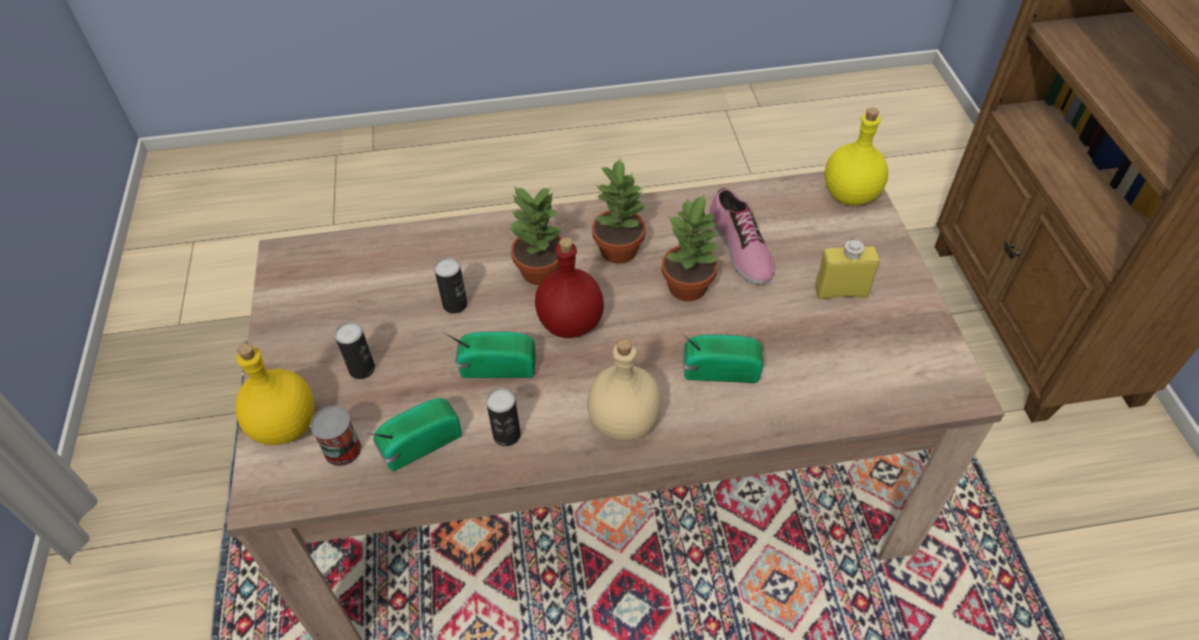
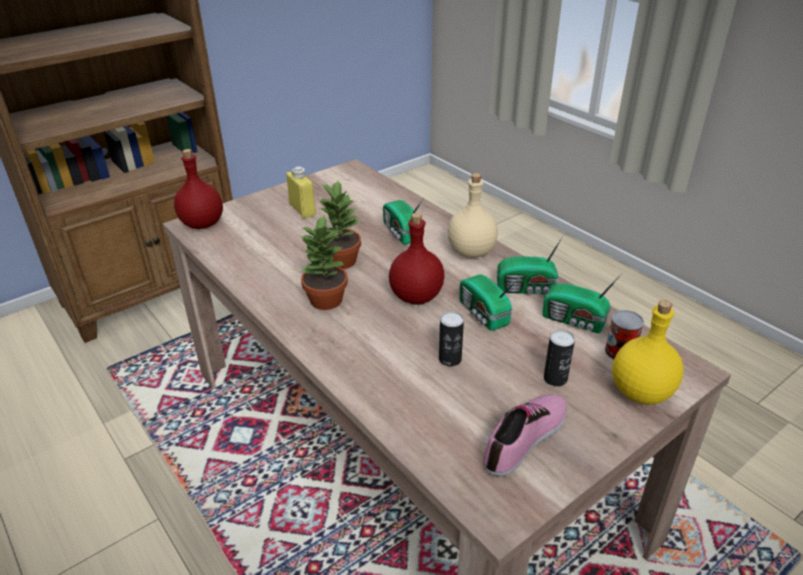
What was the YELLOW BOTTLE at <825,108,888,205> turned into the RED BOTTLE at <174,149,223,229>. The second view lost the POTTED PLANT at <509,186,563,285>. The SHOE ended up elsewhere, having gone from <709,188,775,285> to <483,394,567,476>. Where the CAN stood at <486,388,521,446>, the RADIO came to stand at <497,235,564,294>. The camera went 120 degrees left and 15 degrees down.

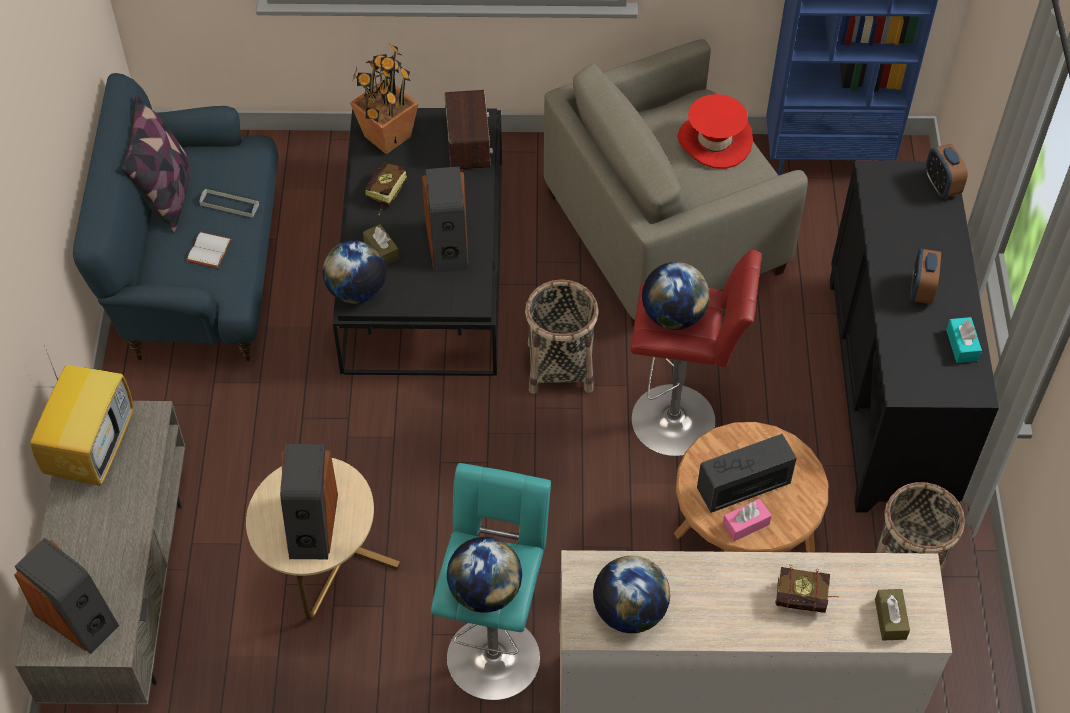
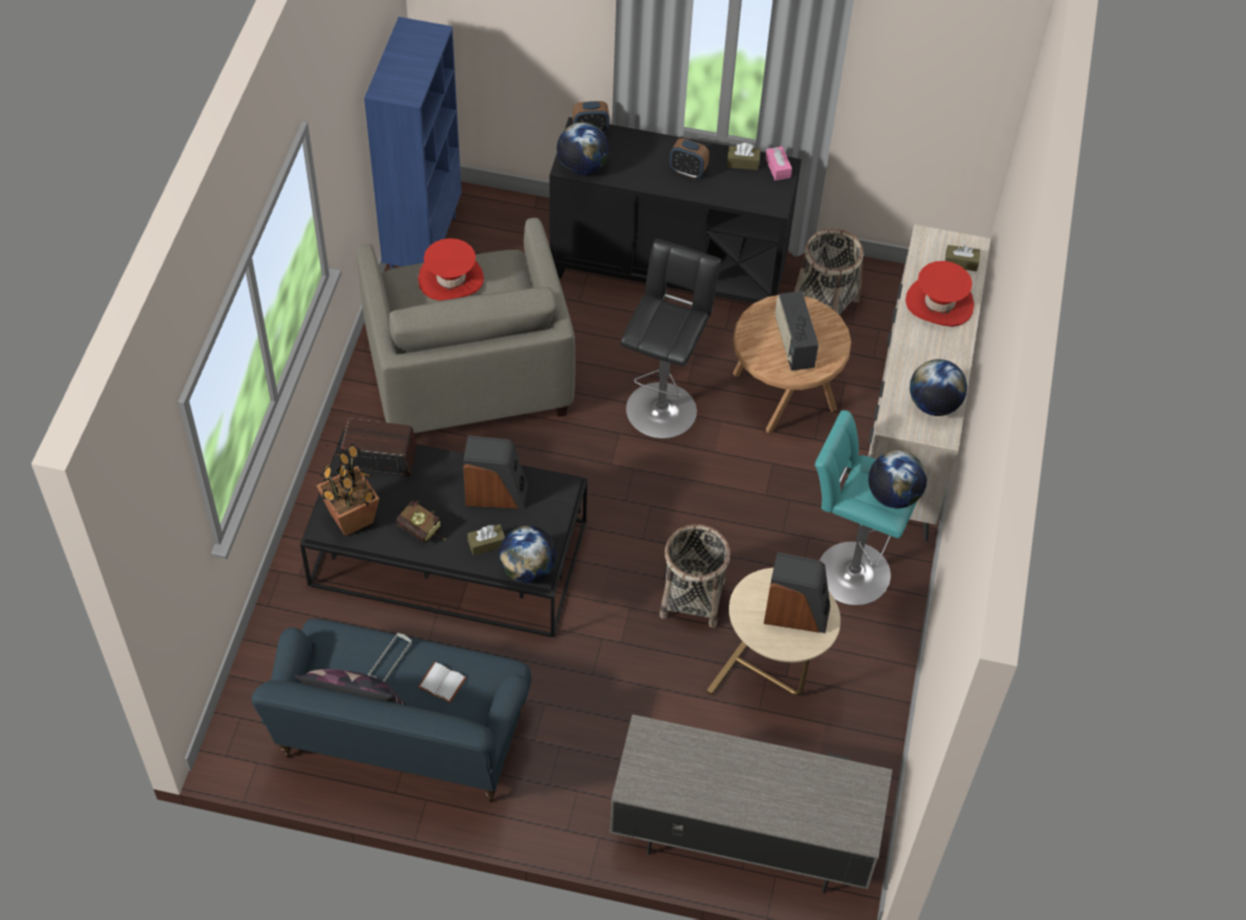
What was the RED STOOL at <630,250,762,456> turned into the BLACK STOOL at <620,239,721,439>. The GLOBE ended up elsewhere, having gone from <642,262,710,330> to <557,122,609,175>. The BASKET ended up elsewhere, having gone from <525,279,599,394> to <659,524,730,628>. What was the TURQUOISE TISSUE BOX at <946,317,982,363> turned into the BROWN TISSUE BOX at <727,143,760,170>. The second view lost the TELEVISION at <30,345,134,486>. The PINK TISSUE BOX ended up elsewhere, having gone from <722,499,772,541> to <765,146,792,181>. The second view lost the SPEAKER at <14,538,119,654>. Where the BOOK stood at <775,565,839,613>, the RED HAT came to stand at <905,261,974,327>. The camera went 80 degrees left and 0 degrees up.

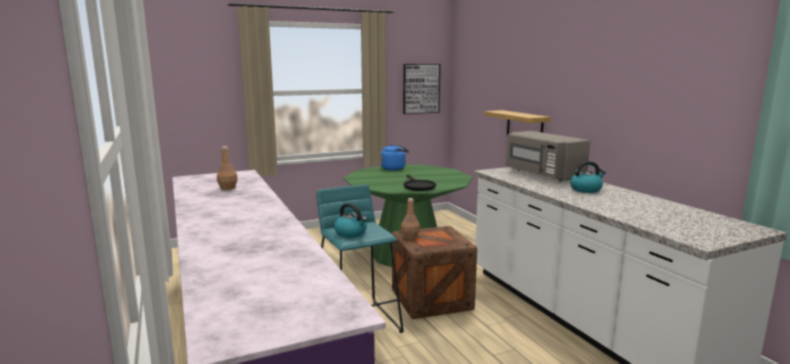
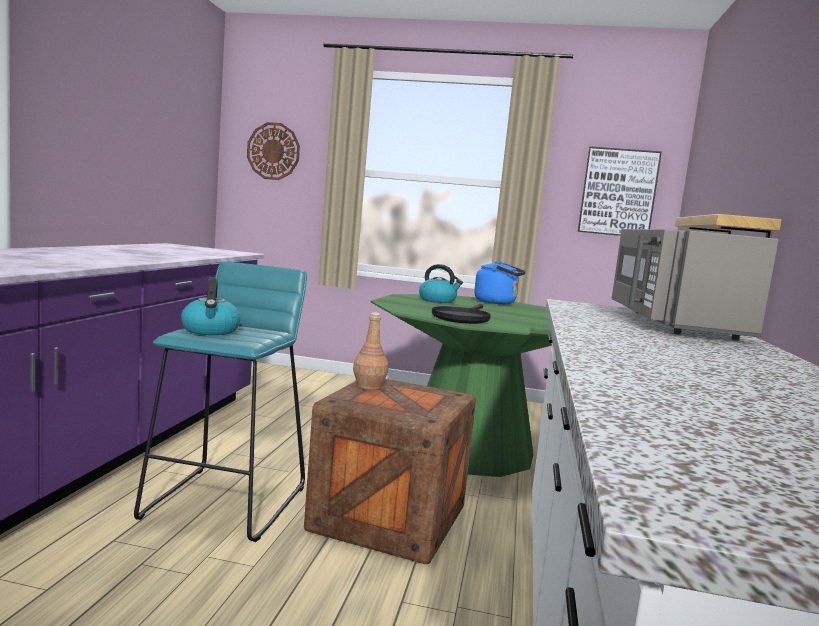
The second view lost the BROWN BOTTLE at <217,146,238,190>. The KETTLE ended up elsewhere, having gone from <570,161,606,193> to <419,264,463,303>. The second view gained the WALL CLOCK at <247,122,300,180>. The camera went 35 degrees right and 5 degrees down.

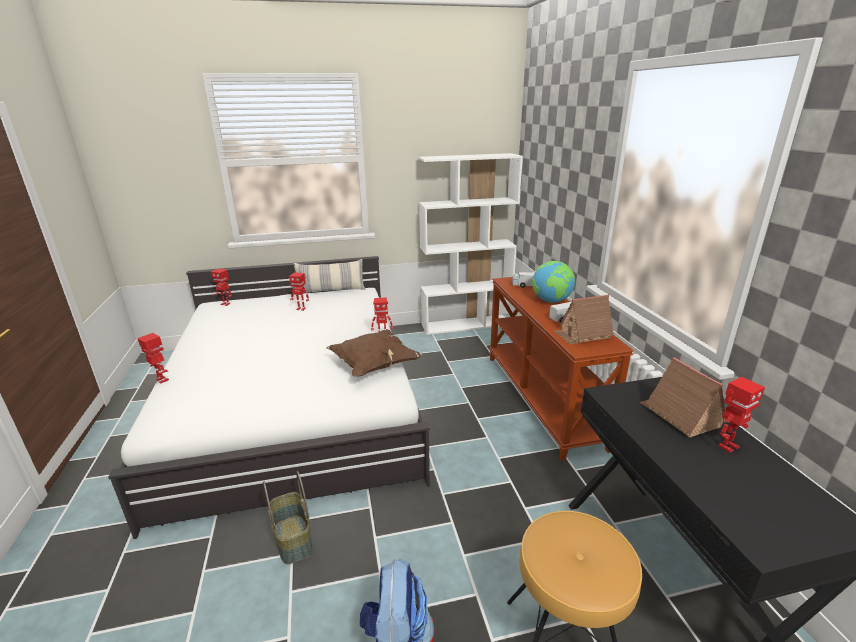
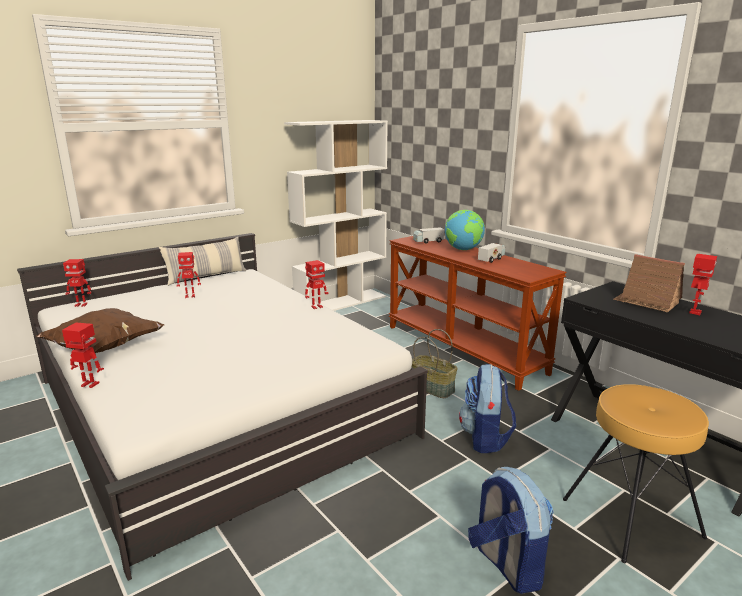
The second view lost the TOY HOUSE at <554,295,614,344>. The BROWN PILLOW ended up elsewhere, having gone from <327,329,423,376> to <36,308,164,353>. The BASKET ended up elsewhere, having gone from <263,471,313,564> to <412,329,457,398>. The second view gained the BACKPACK at <459,364,516,453>. The camera went 25 degrees left and 5 degrees down.

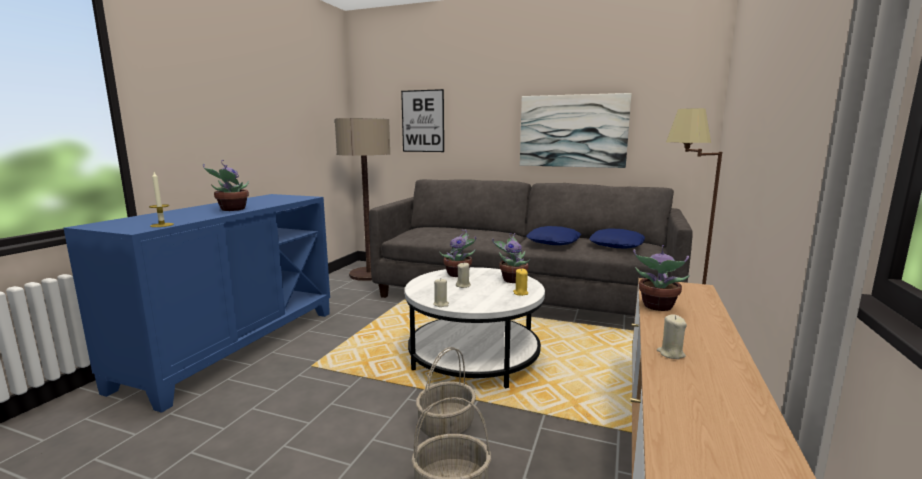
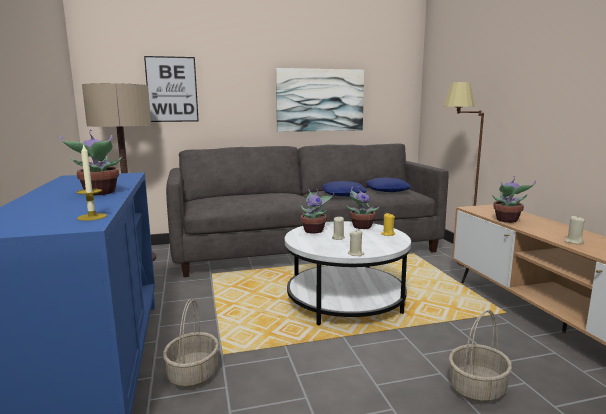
The BASKET ended up elsewhere, having gone from <416,347,476,438> to <163,299,219,388>. The camera went 35 degrees left and 0 degrees up.

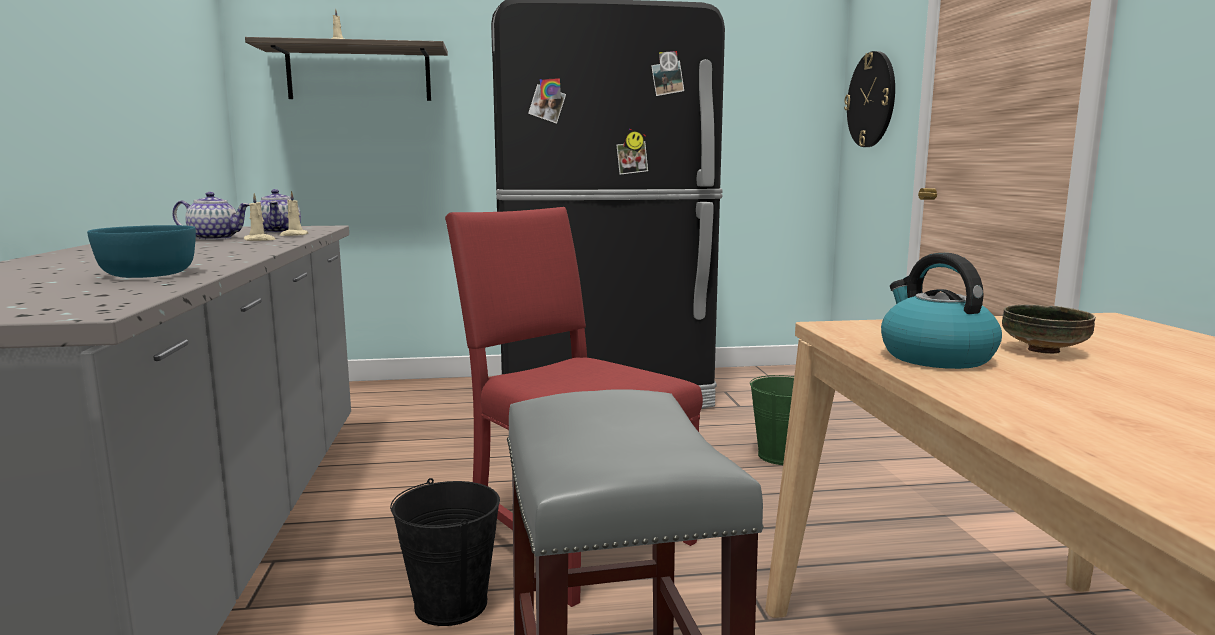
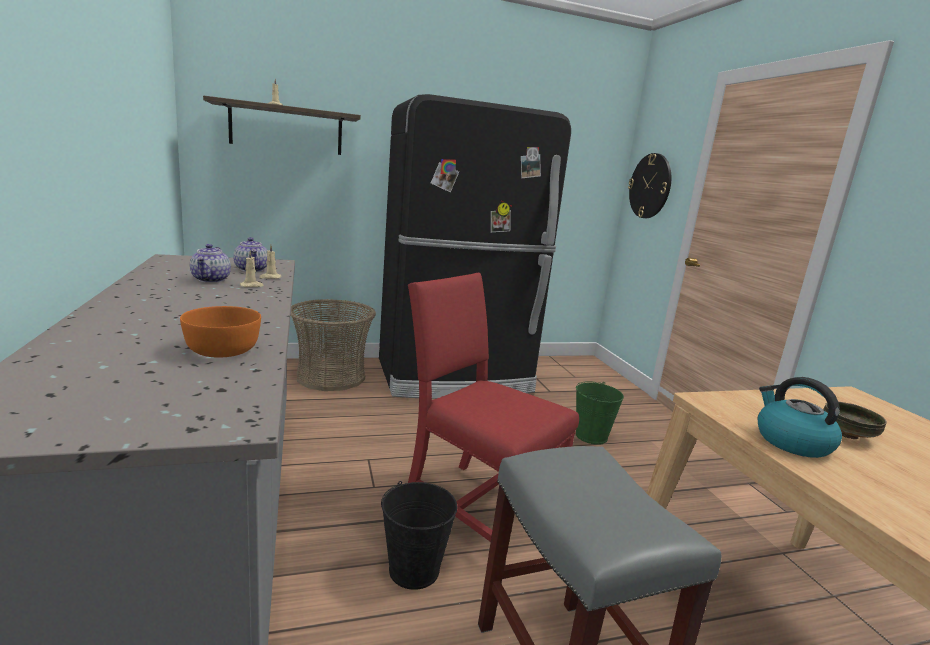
The TEAPOT at <172,192,250,240> ended up facing another way, 90 degrees clockwise from before. What was the TURQUOISE BOWL at <87,225,196,278> turned into the ORANGE BOWL at <180,306,261,358>. The second view gained the BASKET at <291,299,376,391>. The camera went 10 degrees left and 5 degrees up.

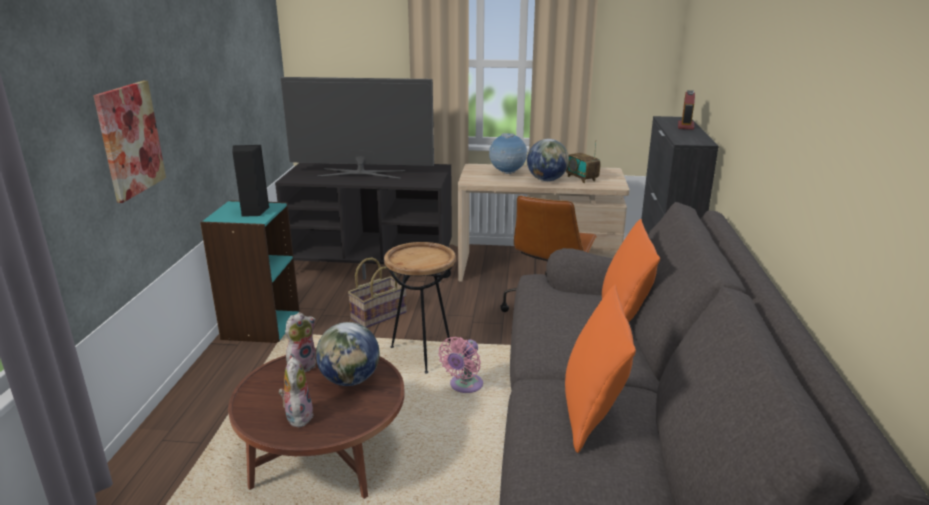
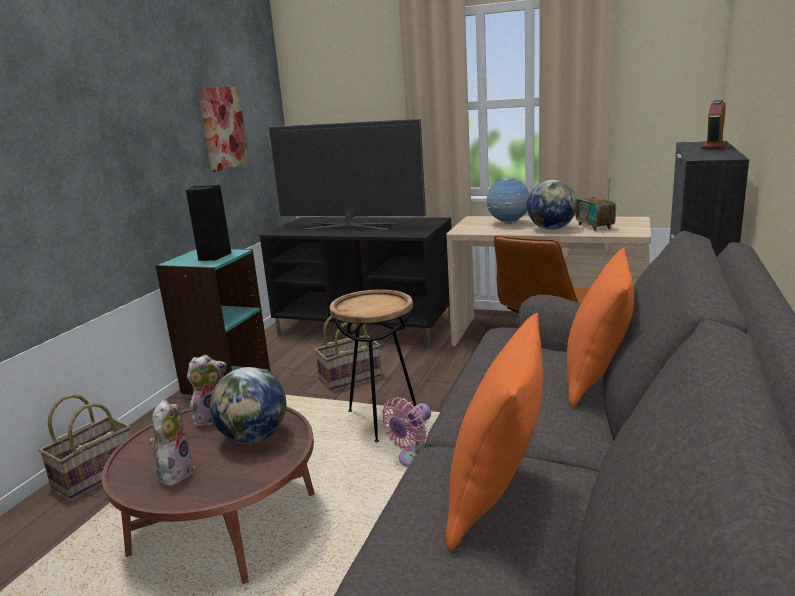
The PICTURE ended up elsewhere, having gone from <93,81,166,203> to <198,86,249,172>. The second view gained the BASKET at <39,394,131,499>. The camera went 15 degrees right and 5 degrees down.

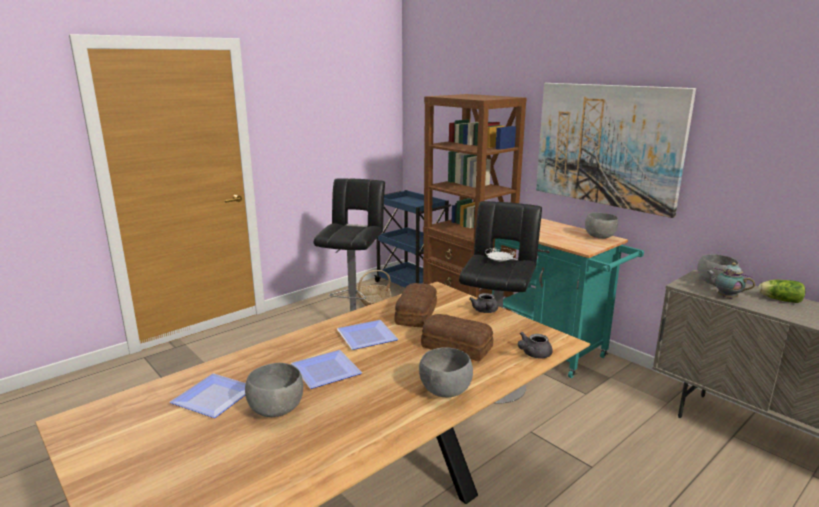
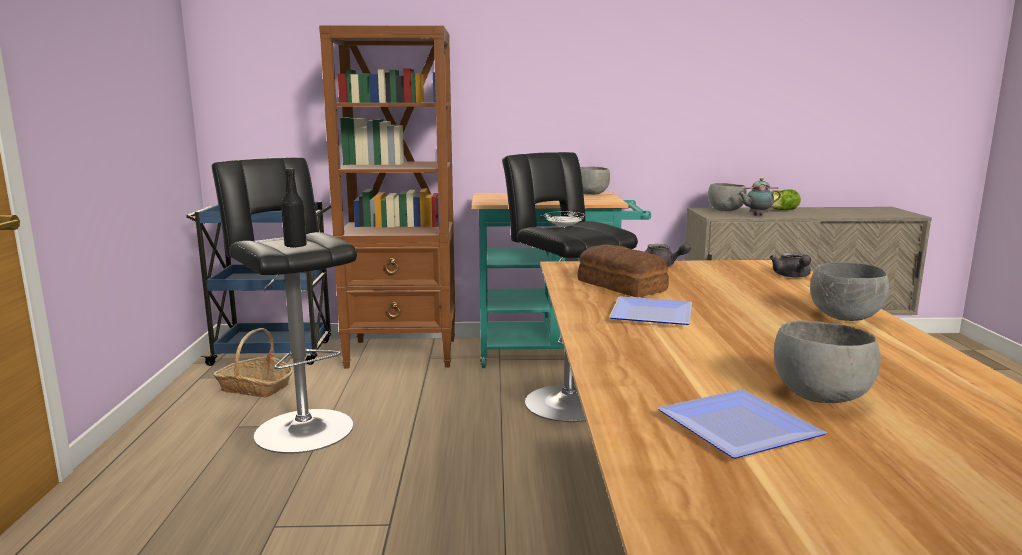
The second view lost the PICTURE at <536,83,696,218>. The second view lost the BREAD at <421,314,493,361>. The second view lost the PLATE at <291,350,362,389>. The second view gained the BLACK BOTTLE at <281,168,307,248>. The camera went 50 degrees left and 5 degrees down.

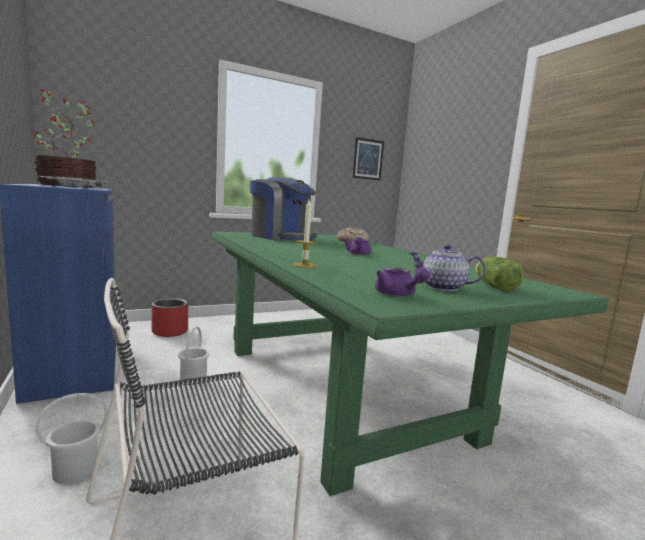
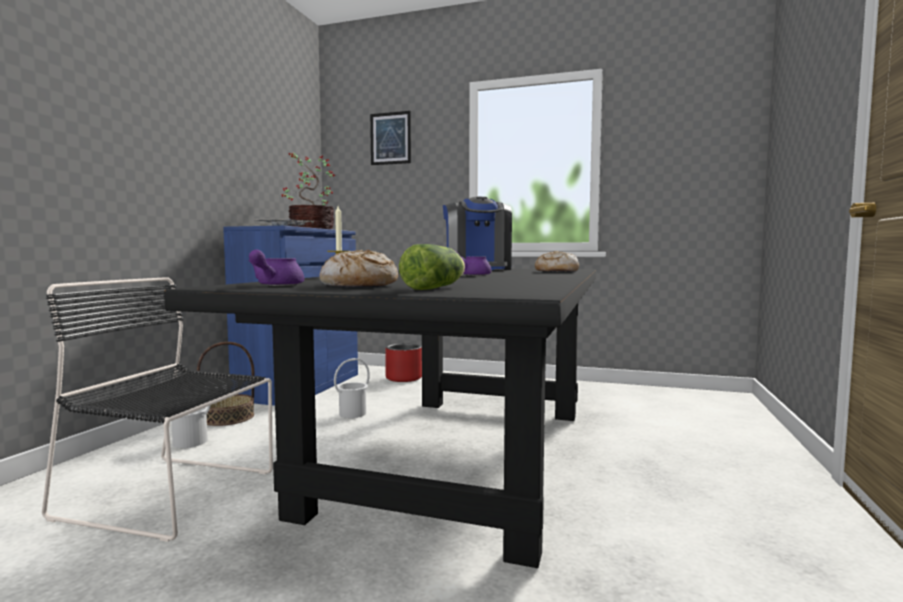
The PICTURE ended up elsewhere, having gone from <352,137,384,181> to <370,111,411,165>. What was the GREEN DINING TABLE at <212,232,609,496> turned into the BLACK DINING TABLE at <164,269,596,568>. Where the TEAPOT stood at <409,244,486,291>, the BREAD came to stand at <319,250,398,287>. The second view gained the BASKET at <197,342,254,426>. The camera went 45 degrees right and 5 degrees down.

